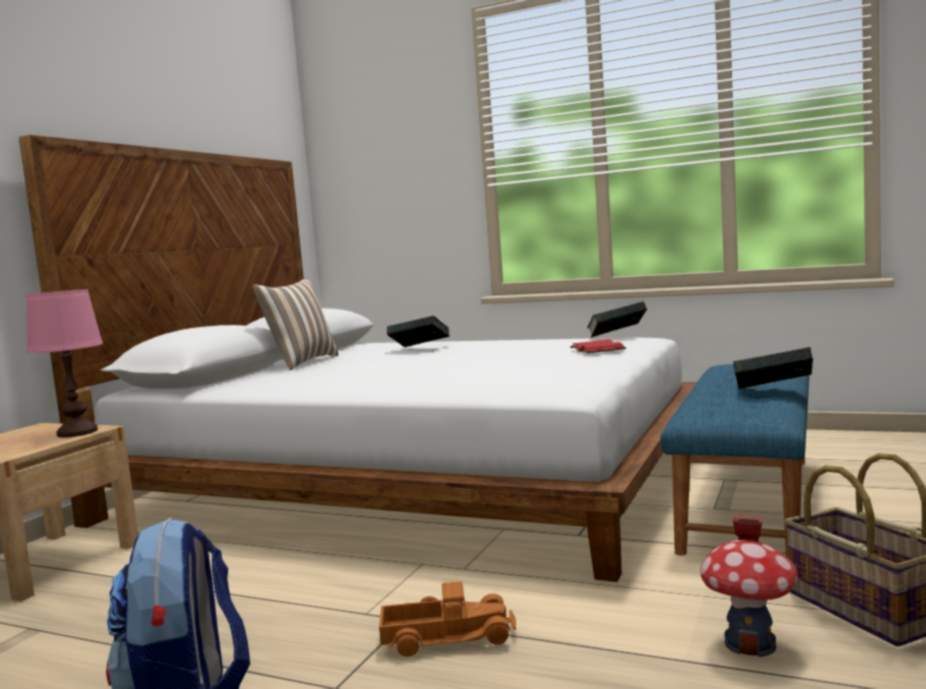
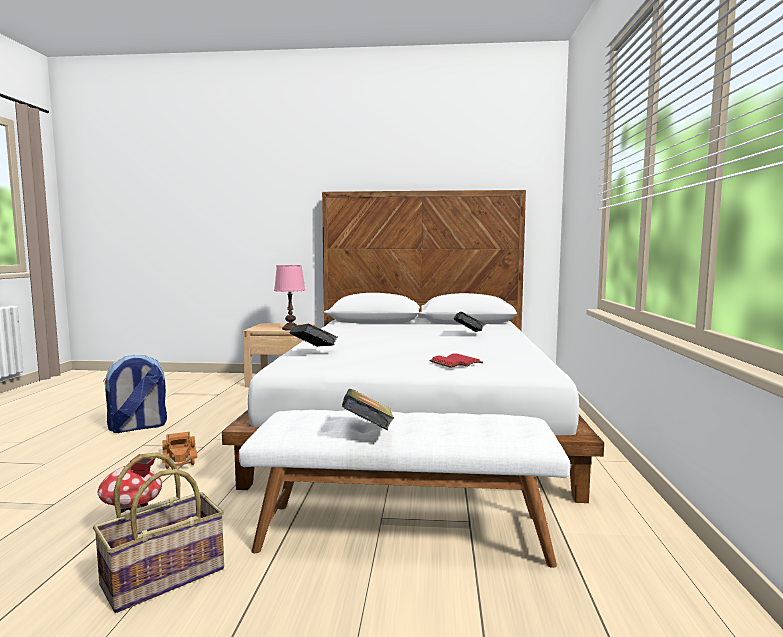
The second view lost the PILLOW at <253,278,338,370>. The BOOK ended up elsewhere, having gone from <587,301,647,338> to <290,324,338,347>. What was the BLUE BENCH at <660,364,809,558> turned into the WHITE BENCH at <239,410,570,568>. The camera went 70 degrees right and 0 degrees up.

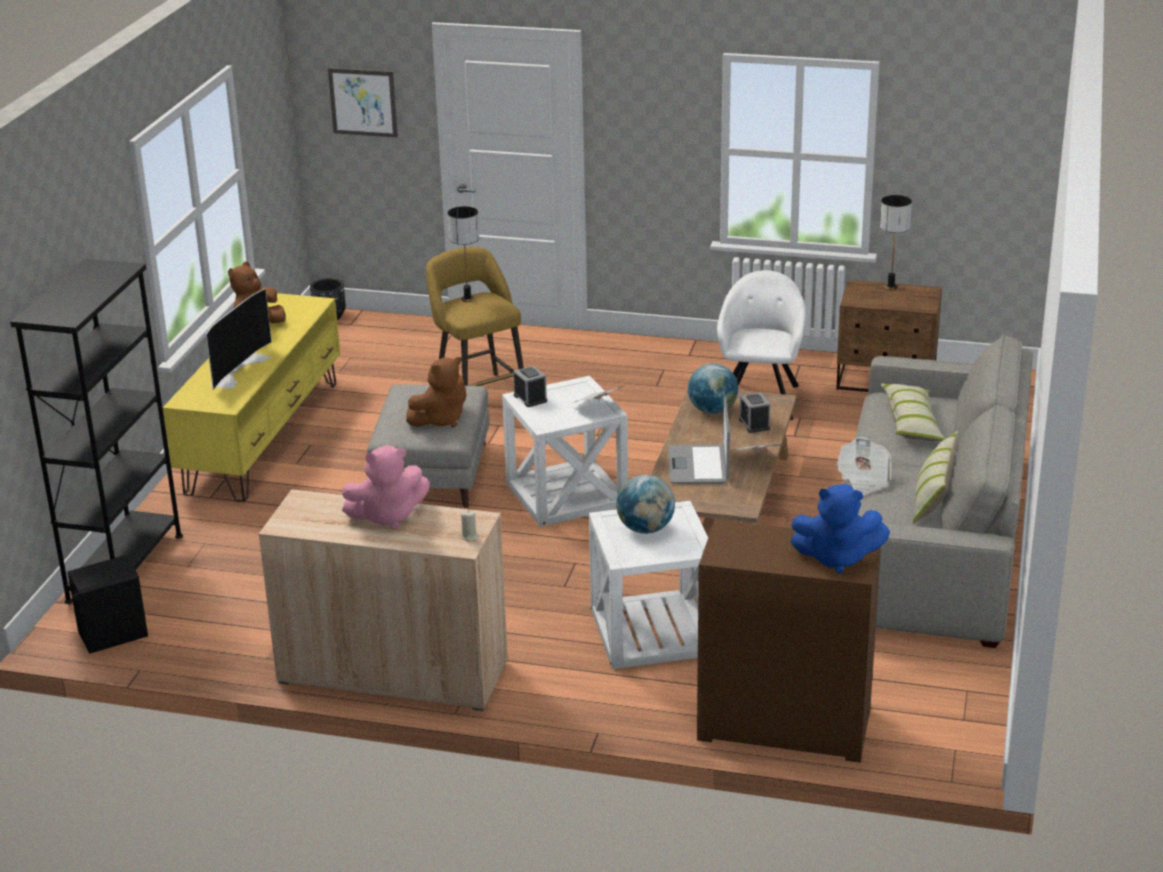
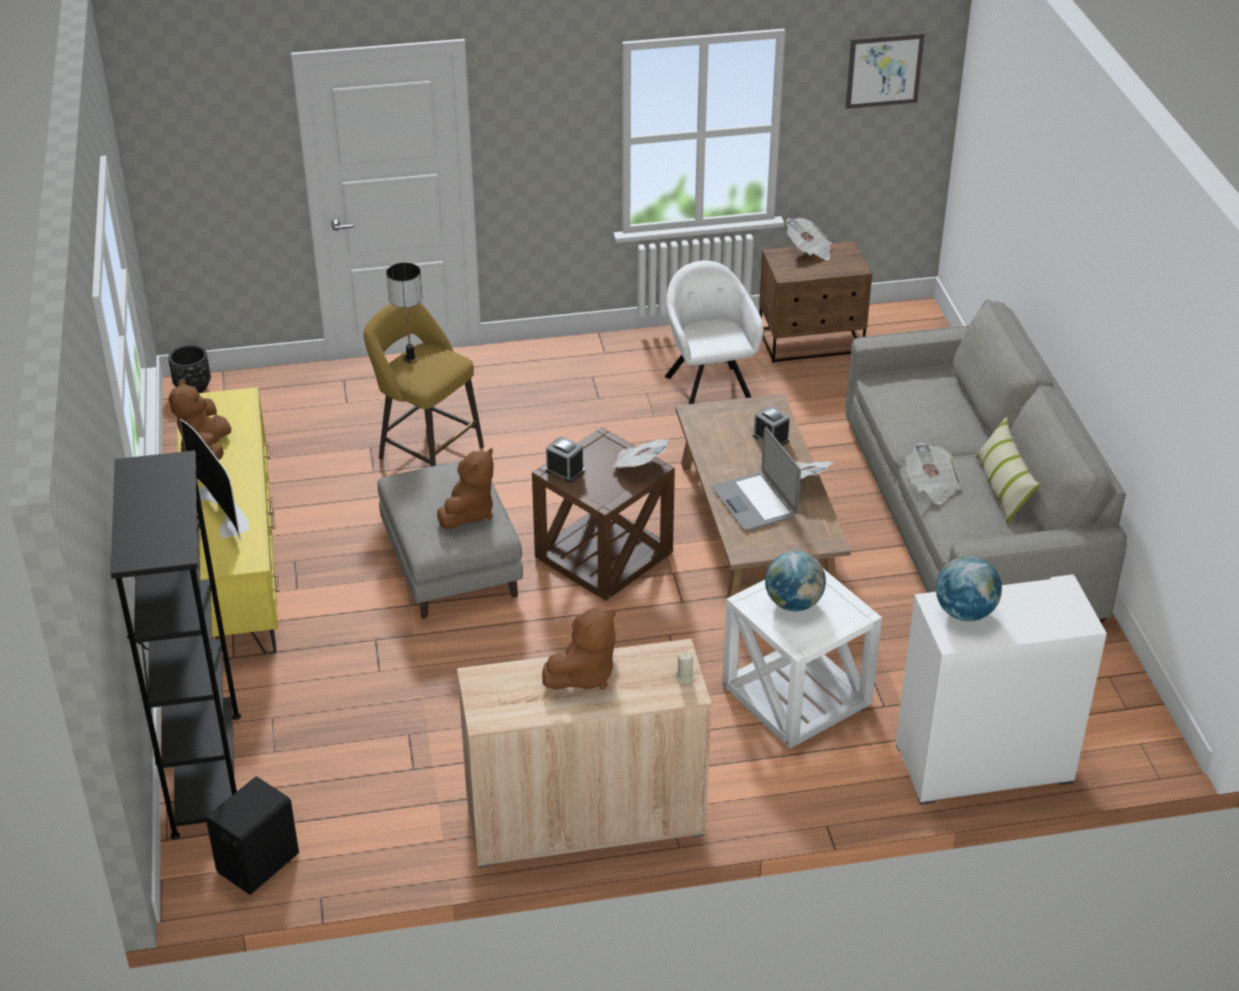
The PICTURE ended up elsewhere, having gone from <328,68,398,137> to <845,33,925,109>. Where the TABLE LAMP stood at <880,195,912,290>, the NEWSPAPER came to stand at <786,218,832,260>. The TELEVISION at <206,289,272,390> ended up facing another way, 150 degrees clockwise from before. The GLOBE ended up elsewhere, having gone from <688,363,738,414> to <936,556,1002,621>. What was the WHITE SIDE TABLE at <502,376,628,527> turned into the BROWN SIDE TABLE at <532,427,675,601>. The second view lost the PILLOW at <880,383,945,441>. What was the PINK PLUSH TOY at <342,445,430,529> turned into the BROWN PLUSH TOY at <542,608,616,690>. The second view lost the BLUE PLUSH TOY at <790,484,890,574>. What was the BROWN CABINET at <697,518,881,763> turned into the WHITE CABINET at <896,575,1107,805>. The camera went 25 degrees left and 10 degrees up.

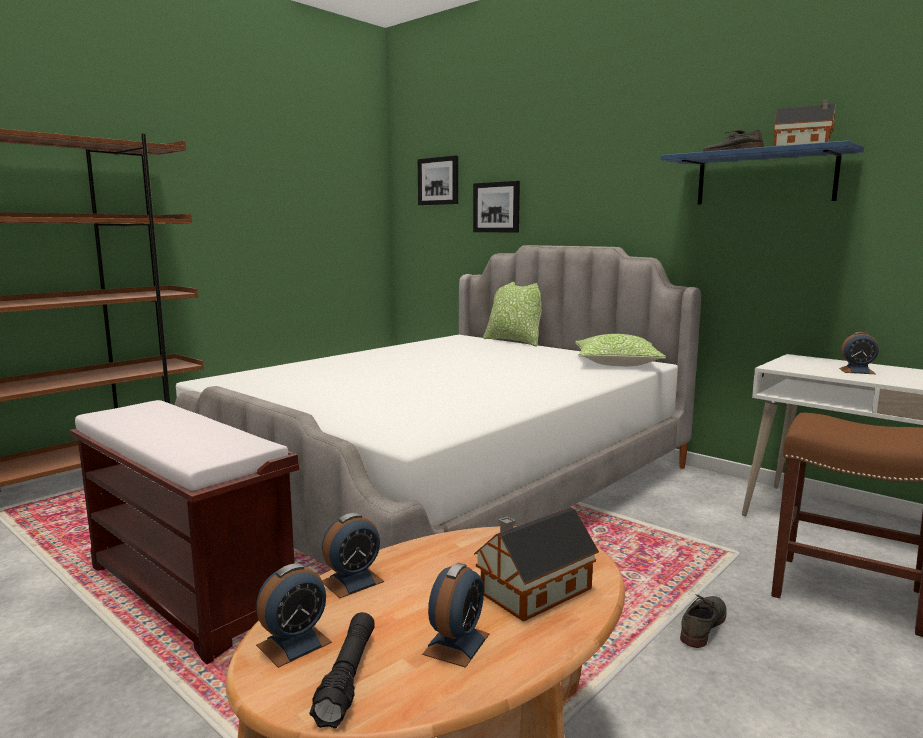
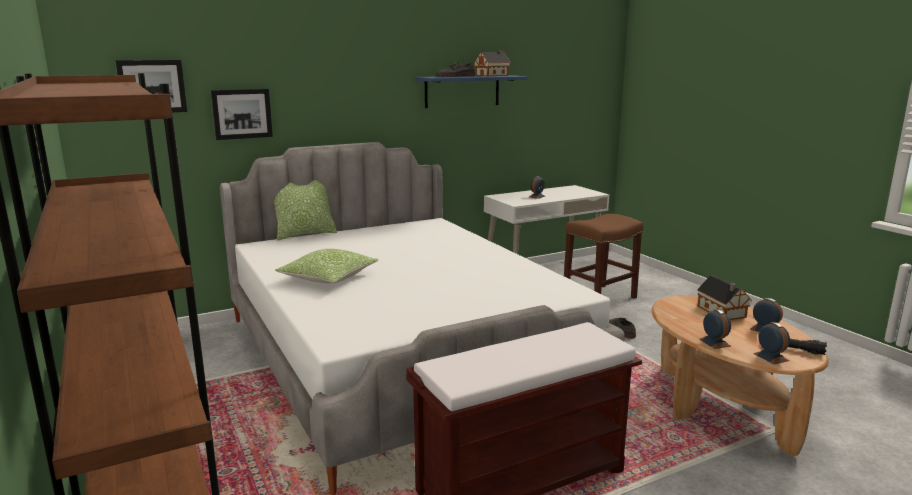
The PILLOW ended up elsewhere, having gone from <575,334,666,366> to <275,249,379,283>. The camera went 70 degrees left and 5 degrees up.

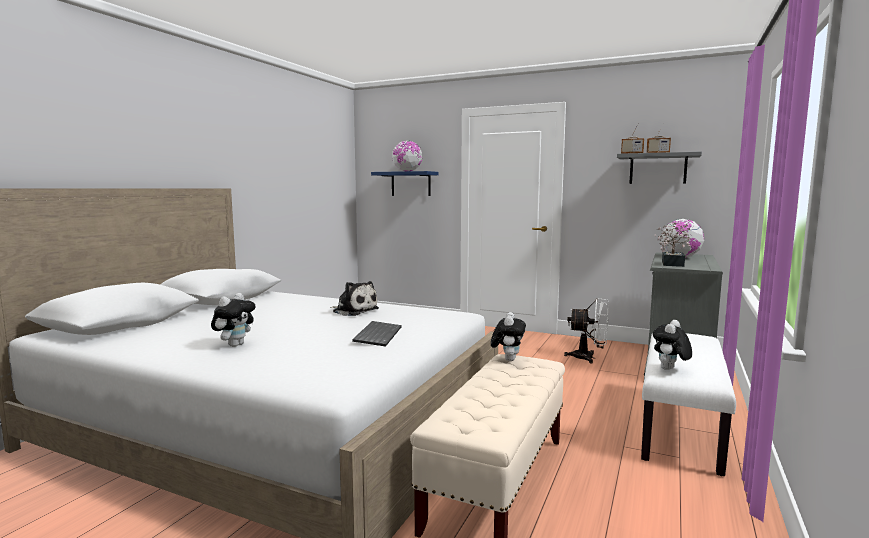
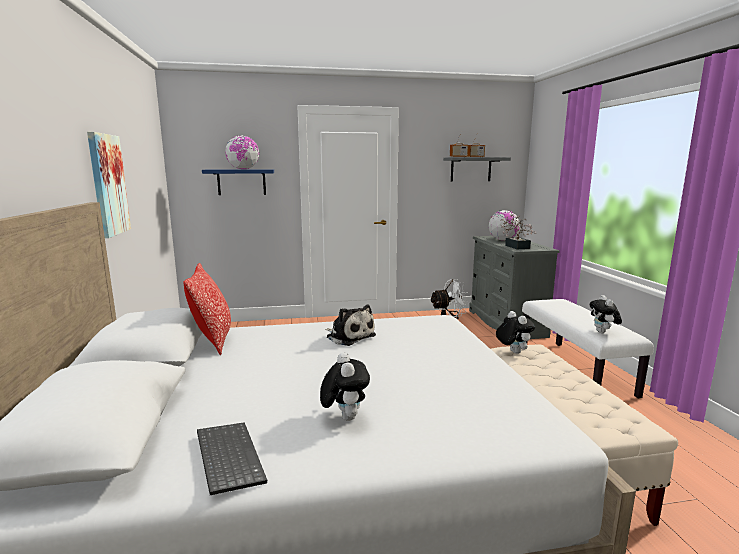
The PLUSH TOY at <330,281,379,316> ended up facing another way, 45 degrees clockwise from before. The KEYBOARD ended up elsewhere, having gone from <352,321,402,347> to <197,422,267,495>. The second view gained the PICTURE at <87,132,131,238>. The second view gained the PILLOW at <183,263,231,355>. The camera went 35 degrees left and 5 degrees up.

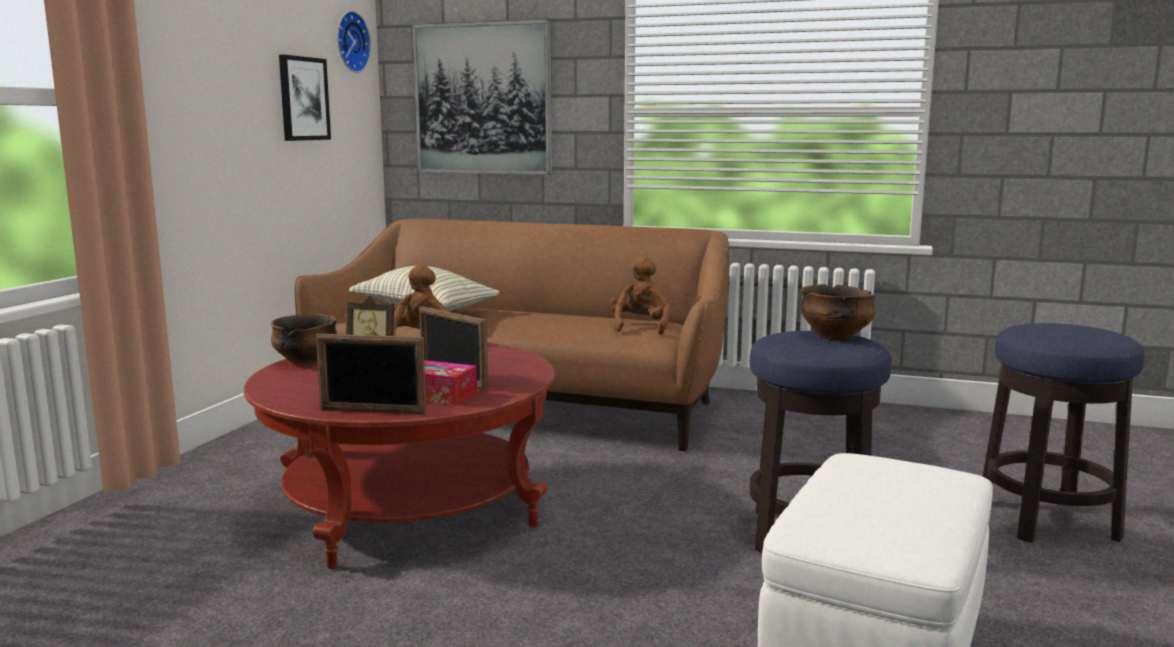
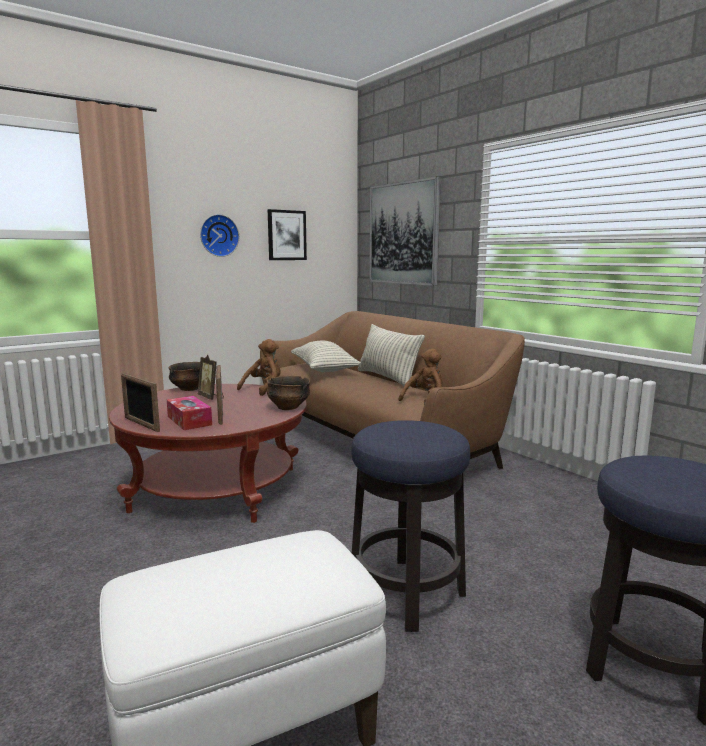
The WALL CLOCK ended up elsewhere, having gone from <337,11,371,73> to <200,214,239,257>. The BOWL ended up elsewhere, having gone from <800,284,876,340> to <267,376,310,410>. The second view gained the PILLOW at <358,324,425,389>. The camera went 35 degrees right and 0 degrees up.

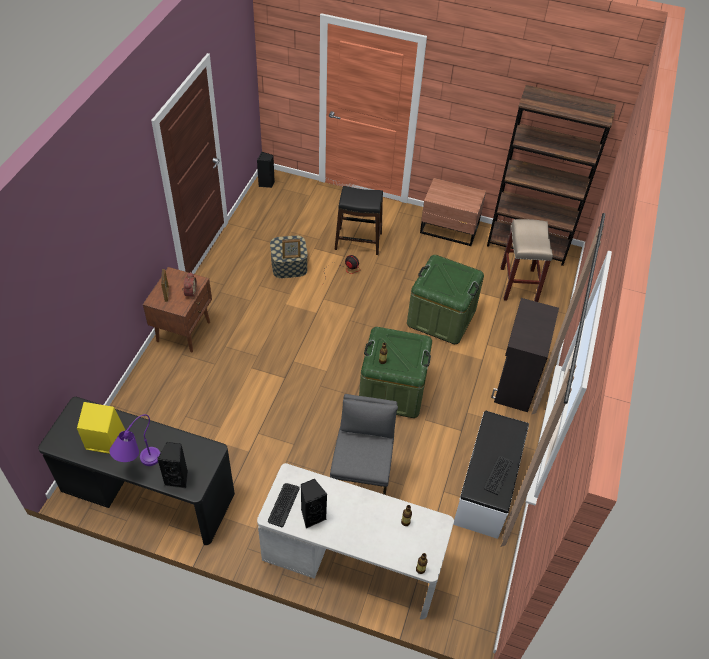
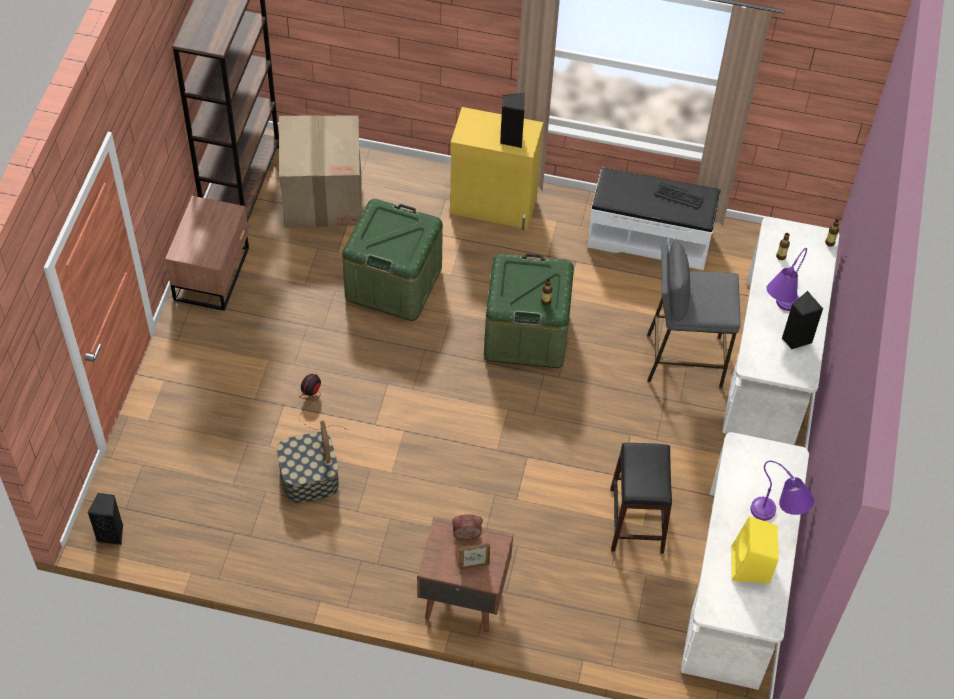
The BLACK STOOL ended up elsewhere, having gone from <334,186,383,255> to <611,443,672,554>. Where the BEIGE STOOL stood at <501,219,553,302>, the CARDBOARD BOX came to stand at <279,115,362,227>. What was the BLACK CABINET at <491,298,559,412> turned into the YELLOW CABINET at <450,107,543,230>. What was the BLACK DESK at <38,397,235,545> turned into the WHITE DESK at <681,432,809,690>. The BLACK SPEAKER ended up elsewhere, having gone from <157,442,188,489> to <500,93,525,148>. The second view lost the KEYBOARD at <268,483,300,528>. The second view gained the PURPLE TABLE LAMP at <766,248,807,311>. The camera went 95 degrees left and 5 degrees up.

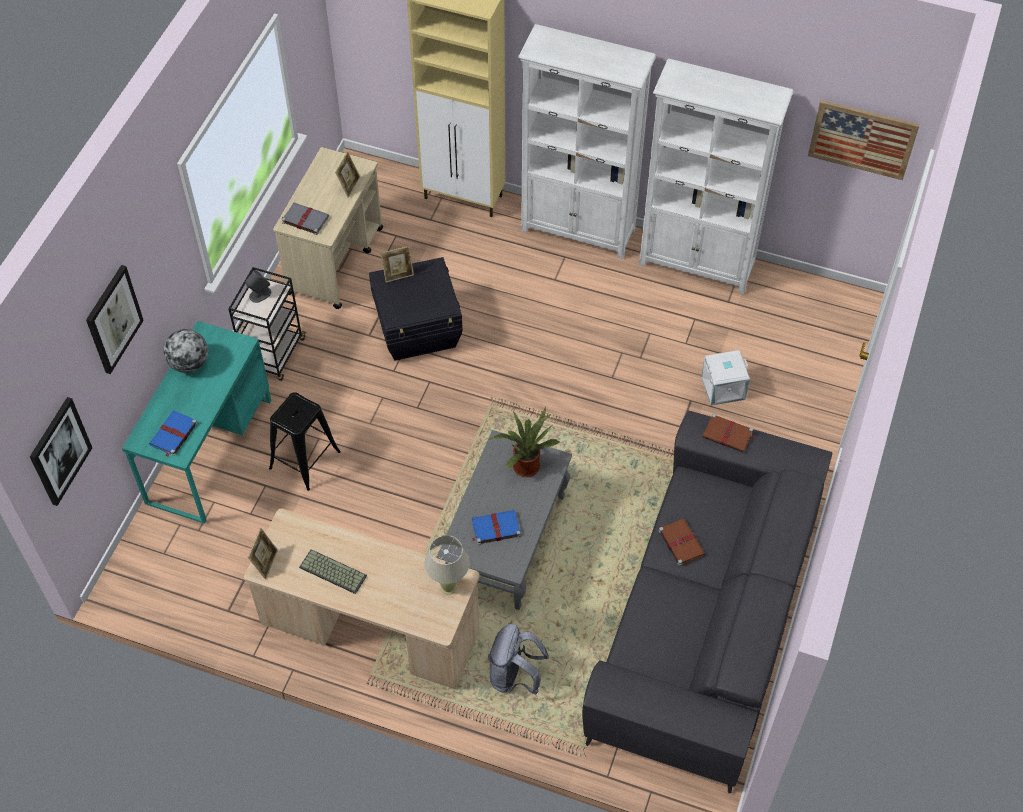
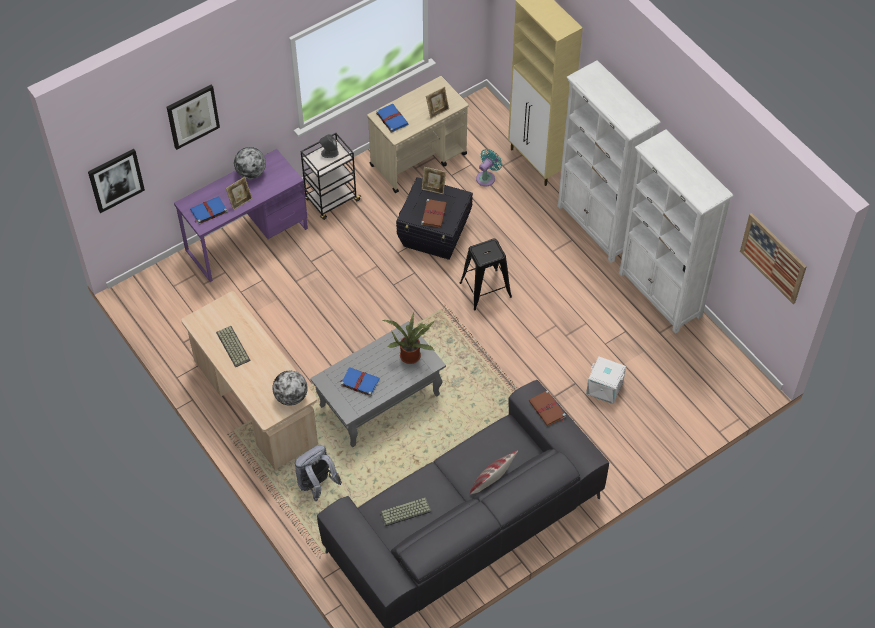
What was the GREY BOOK at <281,203,329,235> turned into the BLUE BOOK at <376,104,409,133>. What was the TURQUOISE DESK at <122,321,271,524> turned into the PURPLE DESK at <174,149,308,282>. The BLACK STOOL ended up elsewhere, having gone from <269,392,341,491> to <460,239,512,310>. The BROWN BOOK ended up elsewhere, having gone from <659,519,705,566> to <421,199,447,228>. The PICTURE FRAME ended up elsewhere, having gone from <248,528,278,579> to <226,177,252,210>. Where the BEIGE TABLE LAMP stood at <424,535,469,595>, the GLOBE came to stand at <272,371,308,406>. The second view gained the TURQUOISE FAN at <476,149,502,186>. The second view gained the PILLOW at <470,450,518,494>. The second view gained the KEYBOARD at <380,497,431,526>. The camera went 35 degrees right and 0 degrees up.

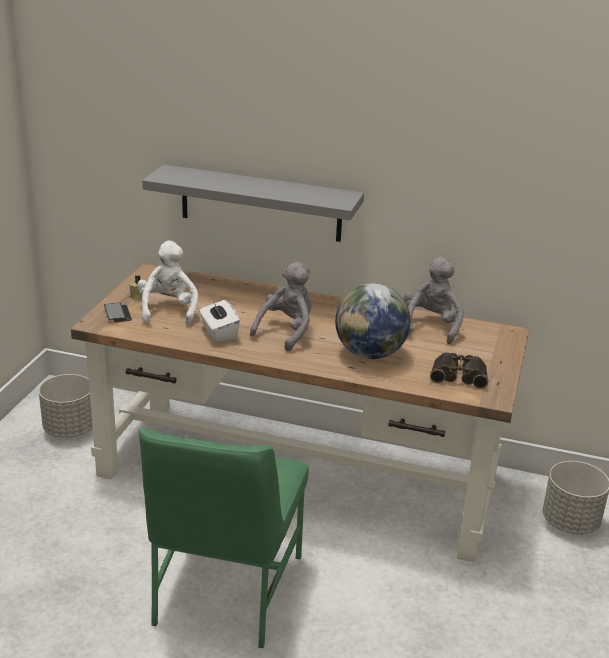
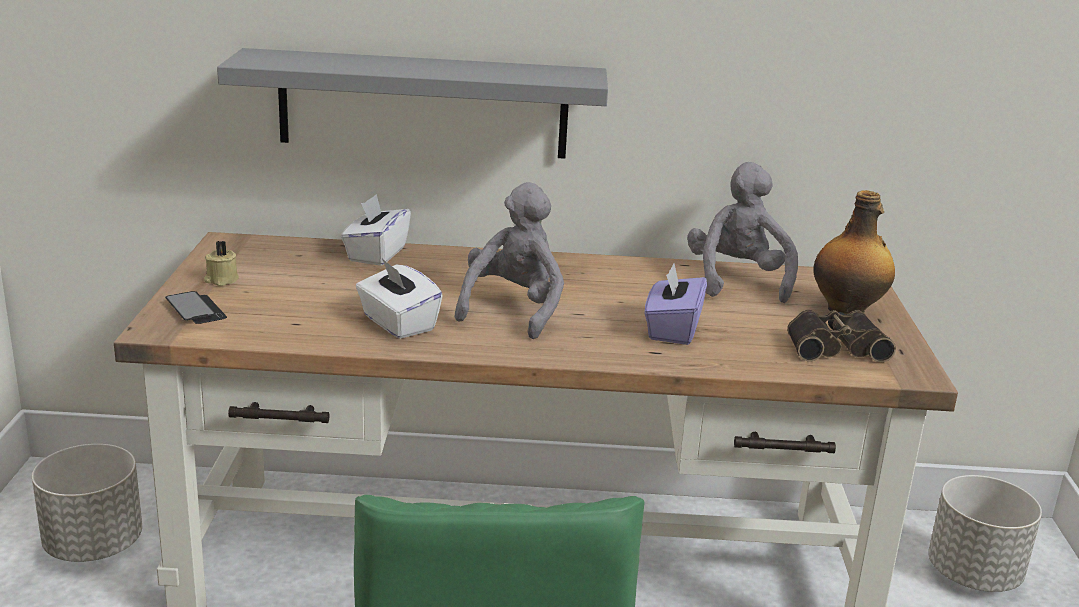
The second view lost the WHITE PLUSH TOY at <137,241,198,325>. Where the GLOBE stood at <335,283,411,359>, the PURPLE TISSUE BOX came to stand at <644,263,707,345>. The second view gained the BOTTLE at <813,190,895,315>. The second view gained the WHITE TISSUE BOX at <341,194,411,266>. The camera went 15 degrees left and 5 degrees down.

